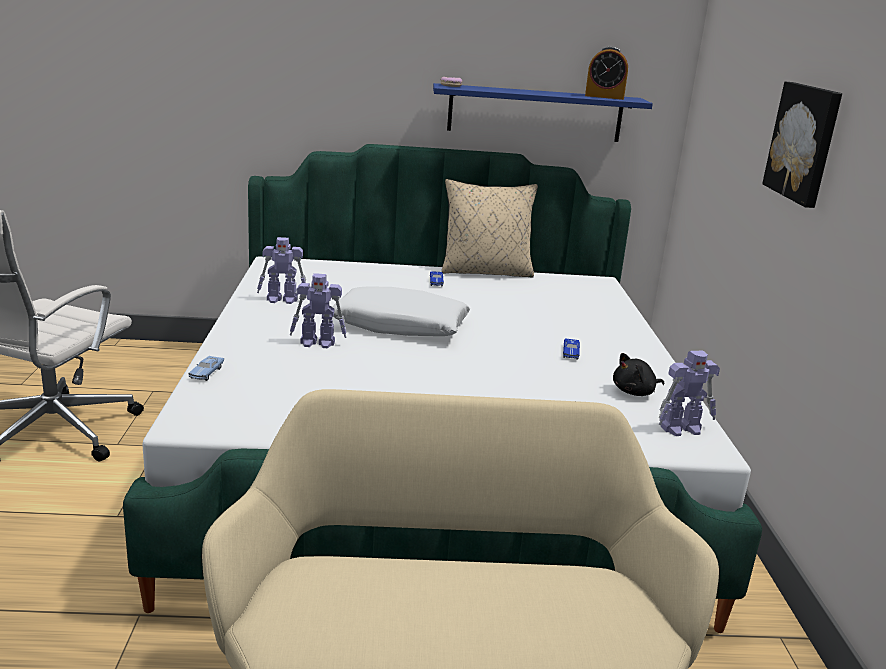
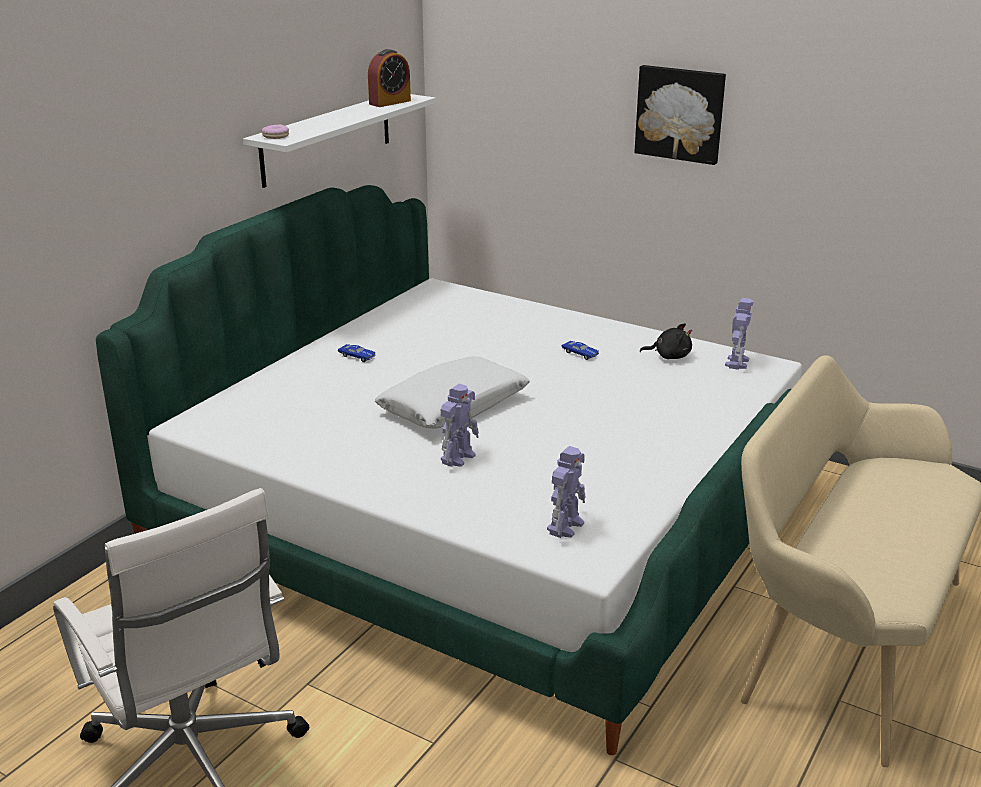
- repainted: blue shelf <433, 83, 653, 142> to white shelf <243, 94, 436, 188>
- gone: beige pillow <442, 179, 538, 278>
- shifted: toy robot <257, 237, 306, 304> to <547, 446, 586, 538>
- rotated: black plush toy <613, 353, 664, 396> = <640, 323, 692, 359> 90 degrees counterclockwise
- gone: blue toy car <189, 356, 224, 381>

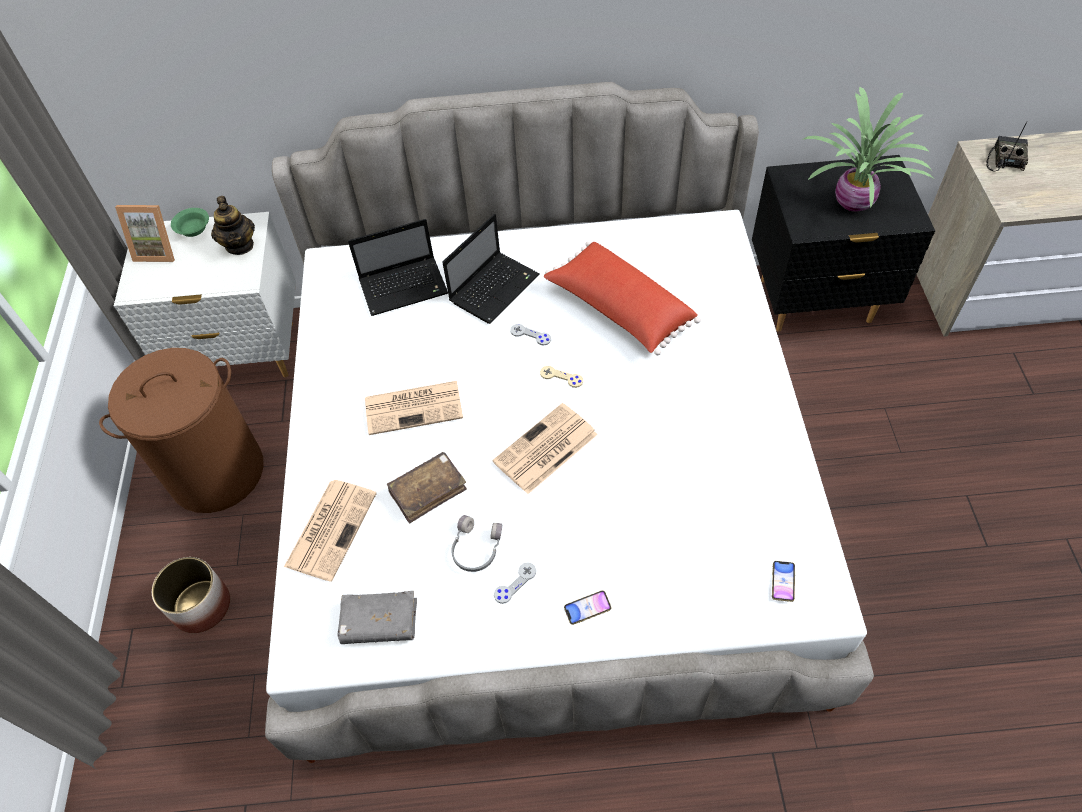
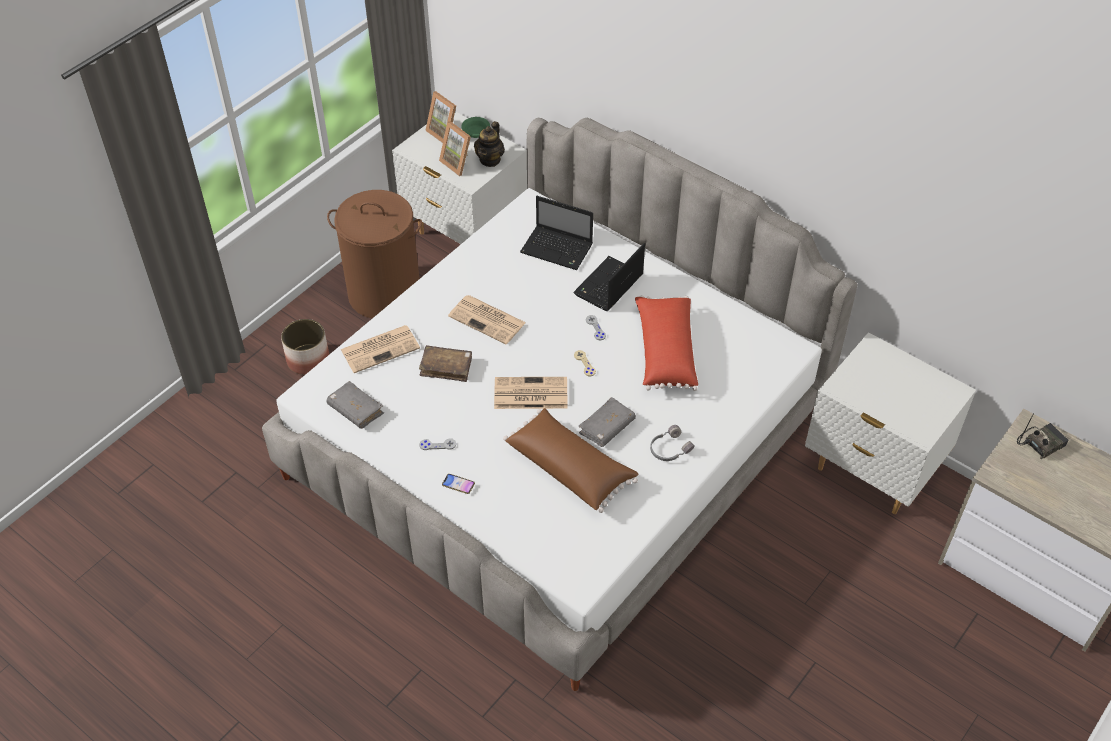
- gone: potted plant <802, 87, 934, 212>
- repainted: black nightstand <752, 155, 935, 332> to white nightstand <805, 332, 976, 514>
- rotated: laptop <442, 214, 540, 324> = <573, 243, 645, 311> 135 degrees clockwise
- shifted: grey headphones <451, 515, 502, 572> to <650, 425, 695, 461>
- gone: phone <772, 561, 795, 602>
- new: picture frame <439, 121, 471, 176>
- new: grey book <578, 397, 636, 447>
- new: brown pillow <503, 408, 638, 513>

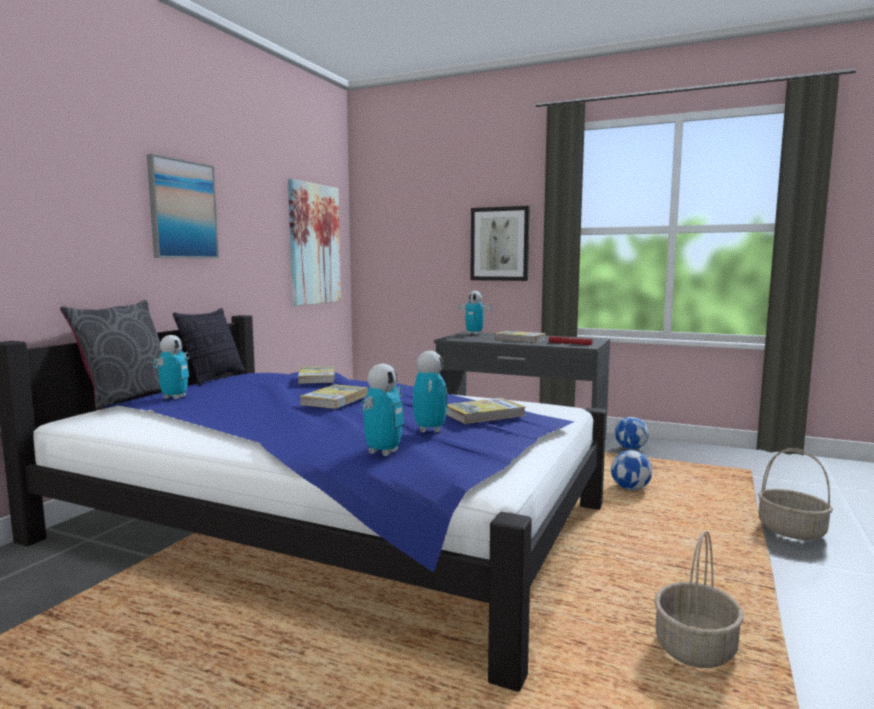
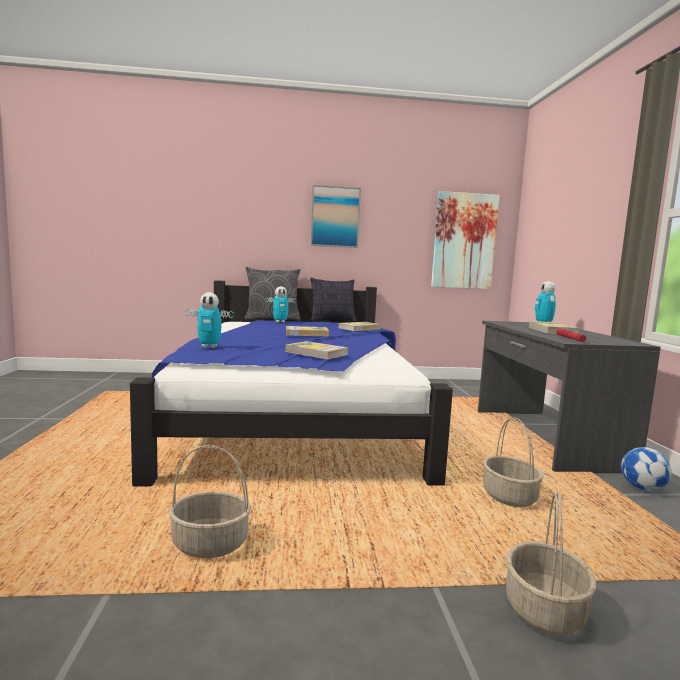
- gone: picture <470, 206, 530, 281>
- gone: toy robot <413, 351, 447, 432>
- swapped: football <611, 450, 652, 490> to basket <483, 417, 544, 507>

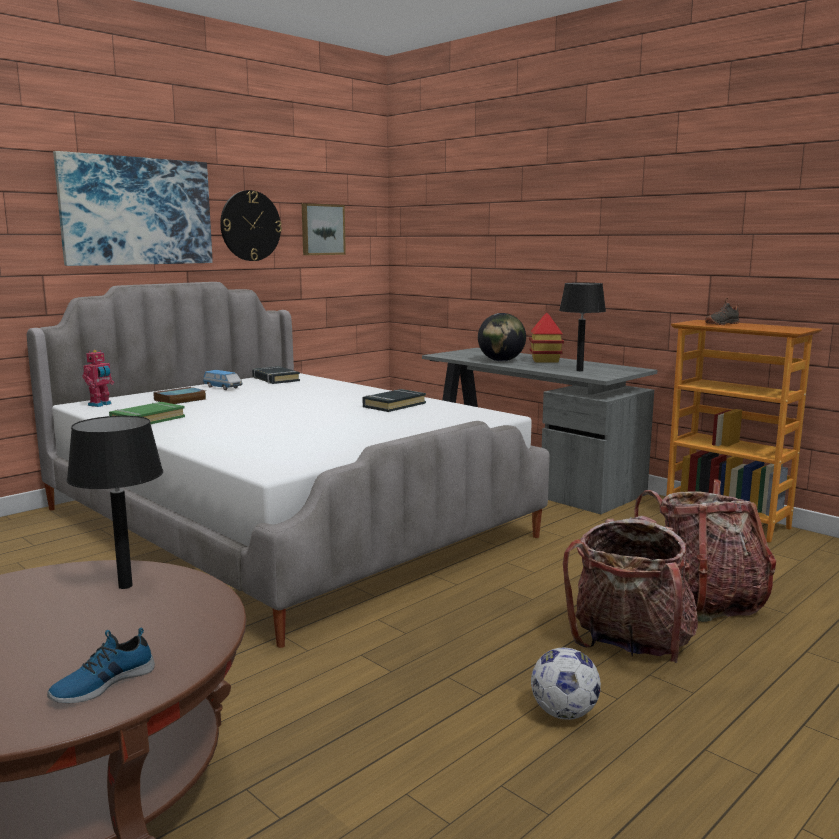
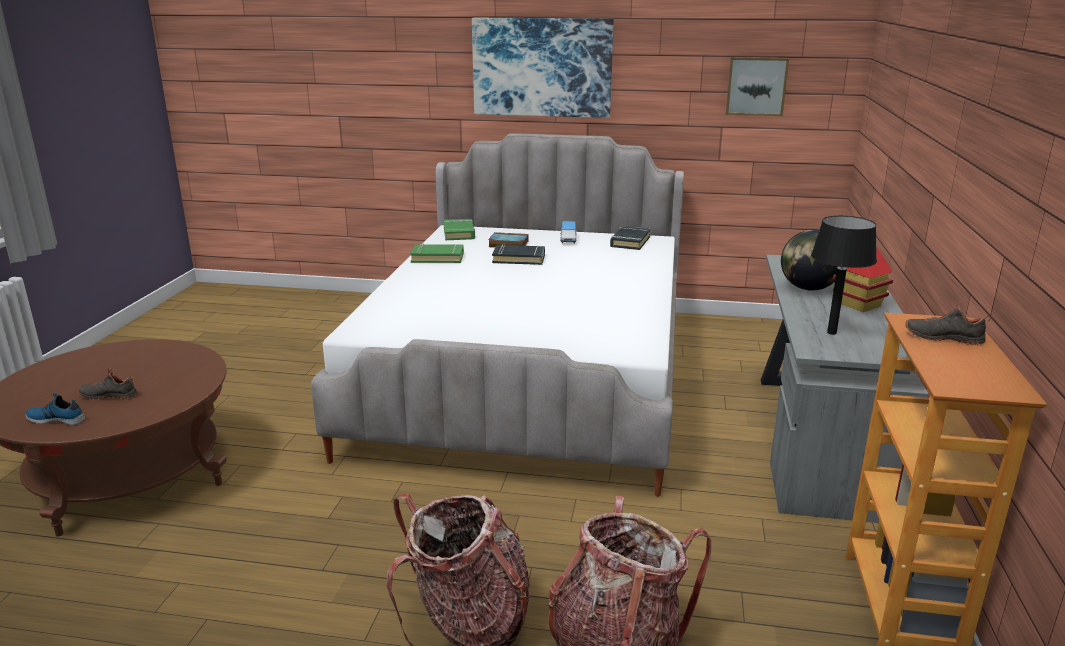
- gone: wall clock <220, 190, 282, 261>
- swapped: toy robot <82, 350, 114, 407> to green book <443, 219, 475, 240>
- shifted: black book <363, 389, 426, 412> to <492, 245, 545, 265>
- gone: black table lamp <67, 416, 163, 589>
- gone: football <531, 647, 601, 720>
- new: black shoe <78, 368, 137, 400>

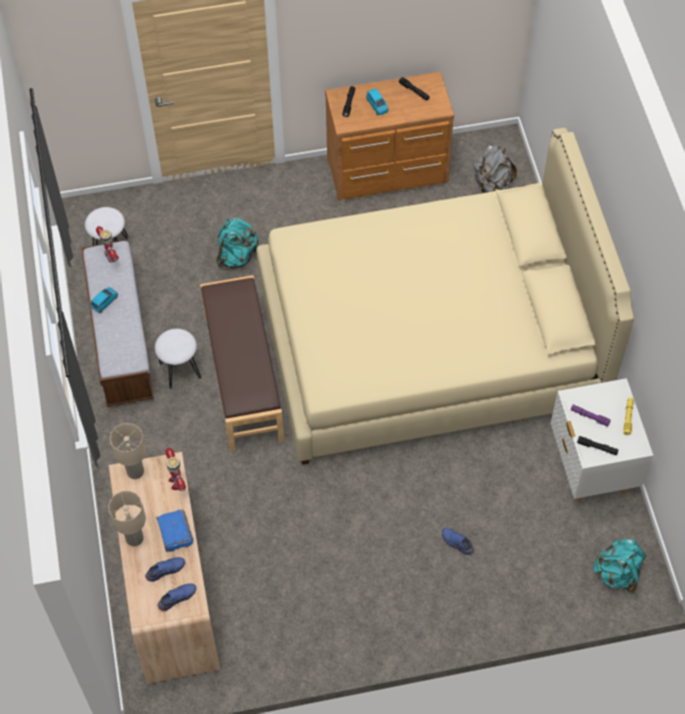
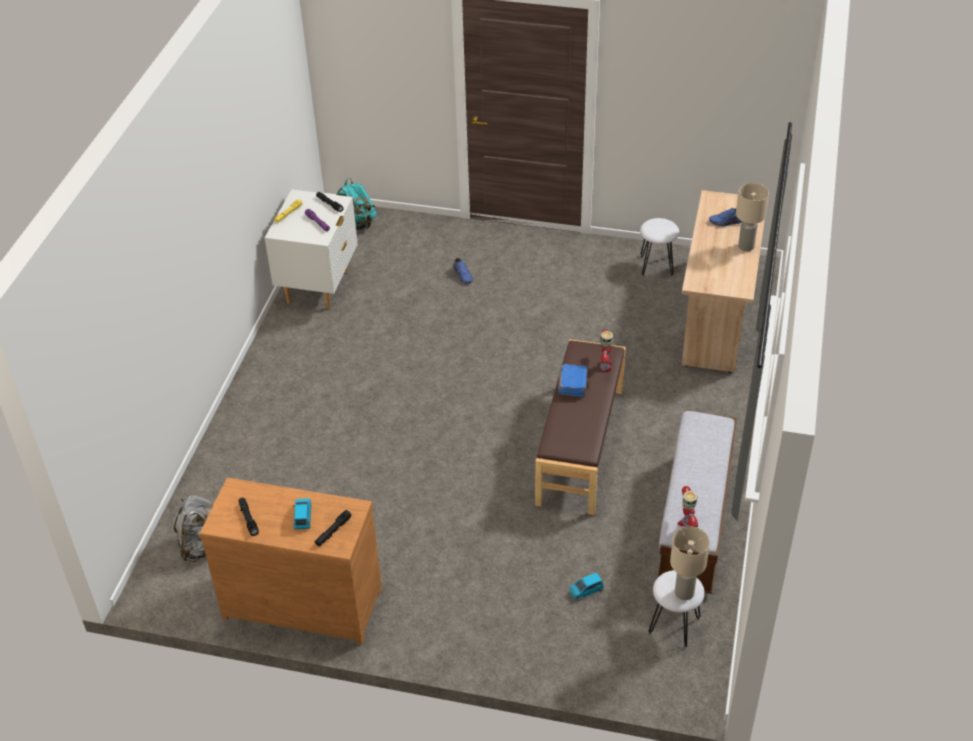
- gone: beige bed <256, 128, 634, 465>
- gone: turquoise backpack <216, 218, 258, 270>
- shifted: blue toy car <91, 287, 118, 313> to <570, 572, 604, 600>
- shifted: white stool <155, 329, 201, 390> to <640, 218, 679, 276>
- shifted: beige table lamp <110, 423, 146, 479> to <670, 526, 710, 600>
- shifted: toy robot <165, 448, 186, 491> to <600, 329, 614, 371>
- shifted: blue book <156, 510, 193, 552> to <558, 364, 588, 397>
- gone: blue shoe <157, 583, 196, 611>

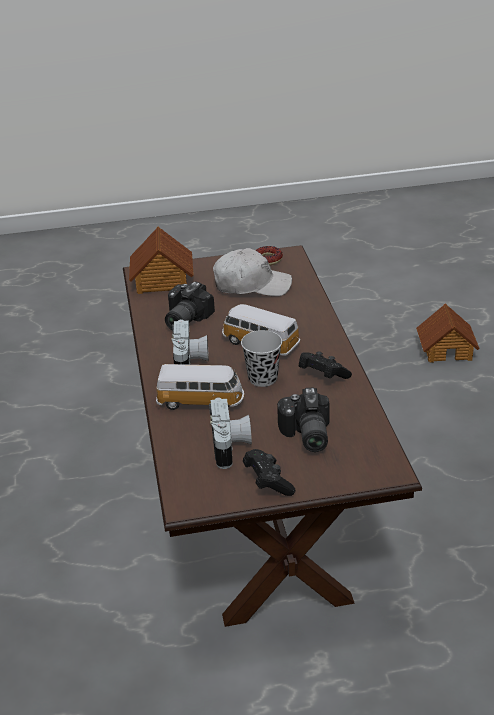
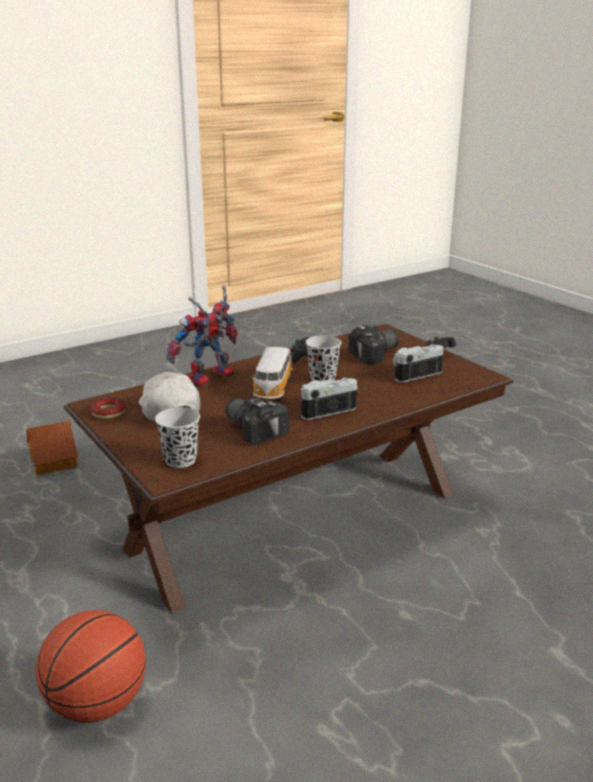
- swapped: toy house <129, 226, 194, 294> to black cup <155, 407, 200, 468>
- rotated: photo camera <165, 281, 215, 330> = <226, 398, 289, 446> 135 degrees counterclockwise
- gone: toy car <156, 364, 244, 410>
- new: toy robot <166, 285, 238, 386>
- new: basketball <36, 610, 146, 723>

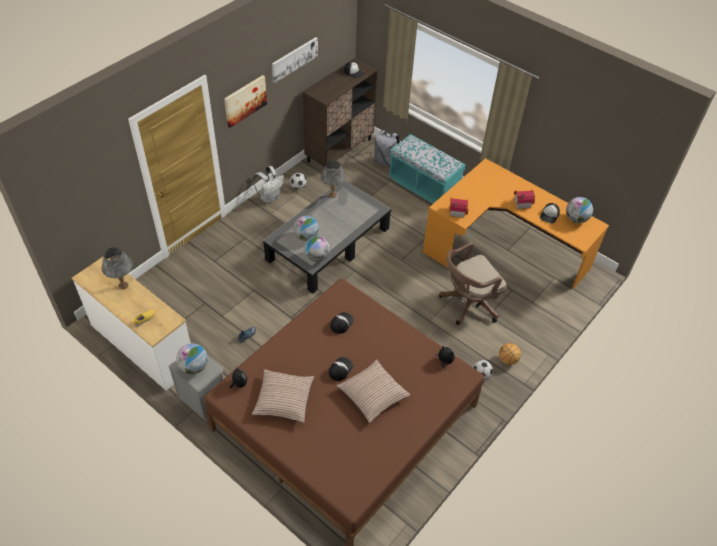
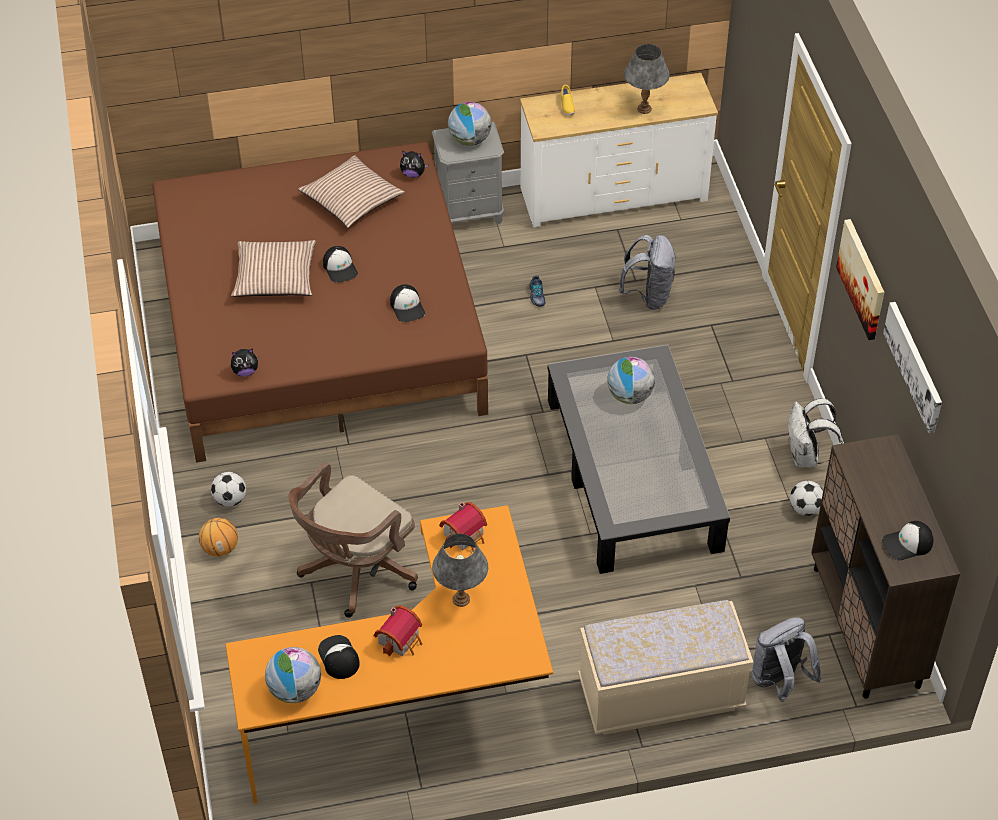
- repainted: turquoise bench <388, 134, 466, 204> to beige bench <578, 600, 754, 735>
- shifted: grey table lamp <320, 160, 346, 198> to <432, 534, 488, 607>
- gone: globe <304, 236, 330, 262>
- rotated: brown office chair <439, 243, 507, 325> = <289, 462, 418, 618> 150 degrees counterclockwise
- new: grey backpack <619, 235, 676, 310>

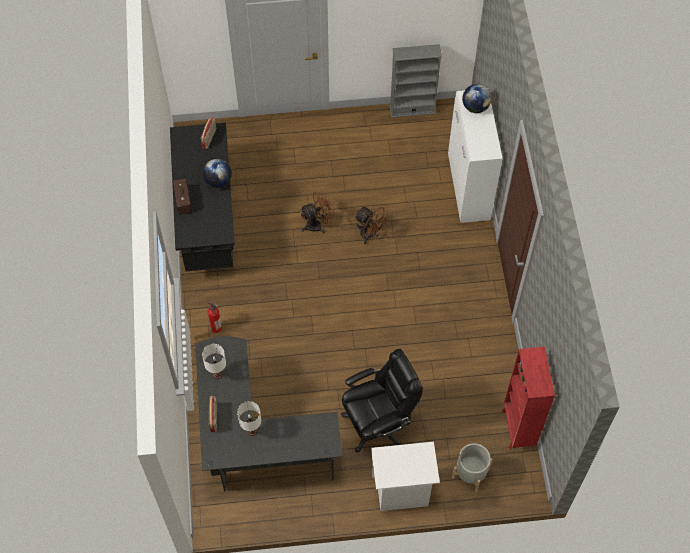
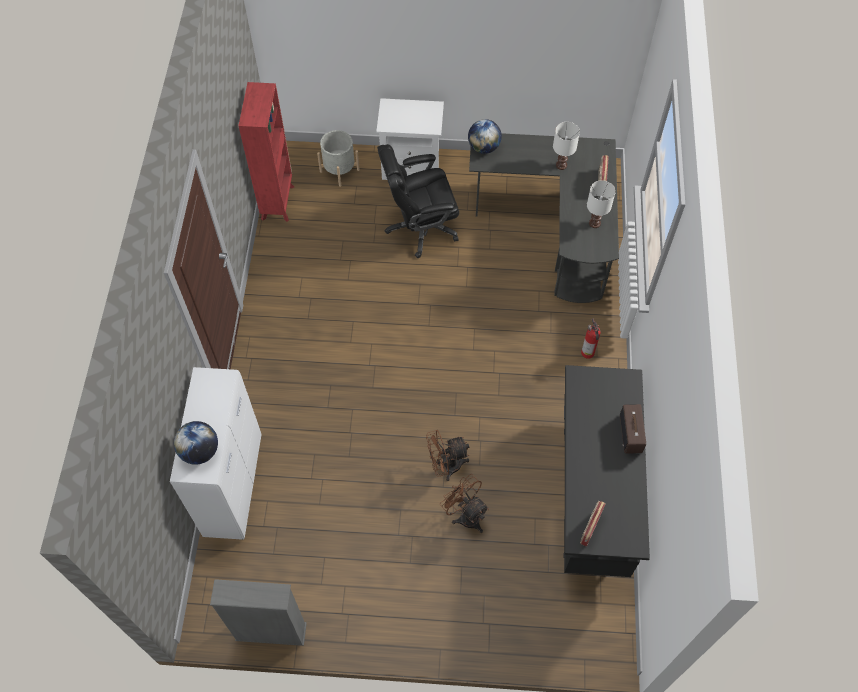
- shifted: globe <203, 159, 232, 188> to <468, 119, 502, 154>
- shifted: brown fan <355, 207, 390, 244> to <440, 474, 489, 533>

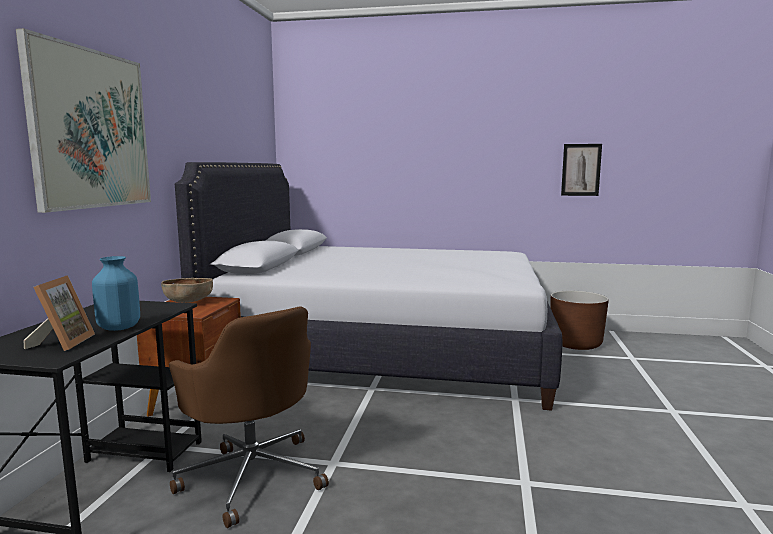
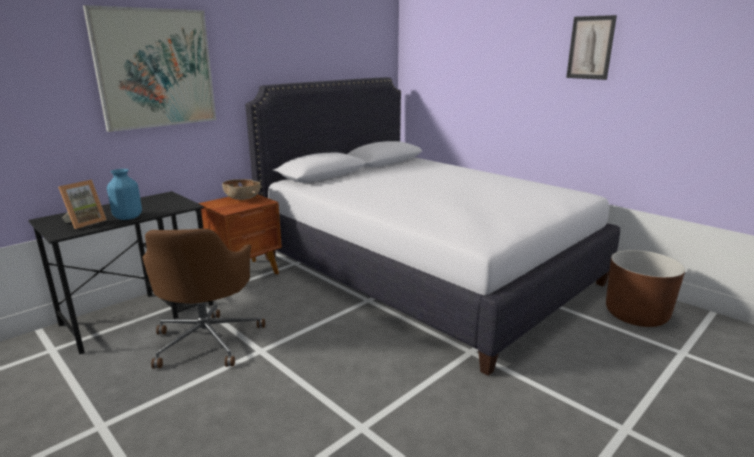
- shifted: picture <561, 144, 602, 196> to <566, 15, 617, 80>

